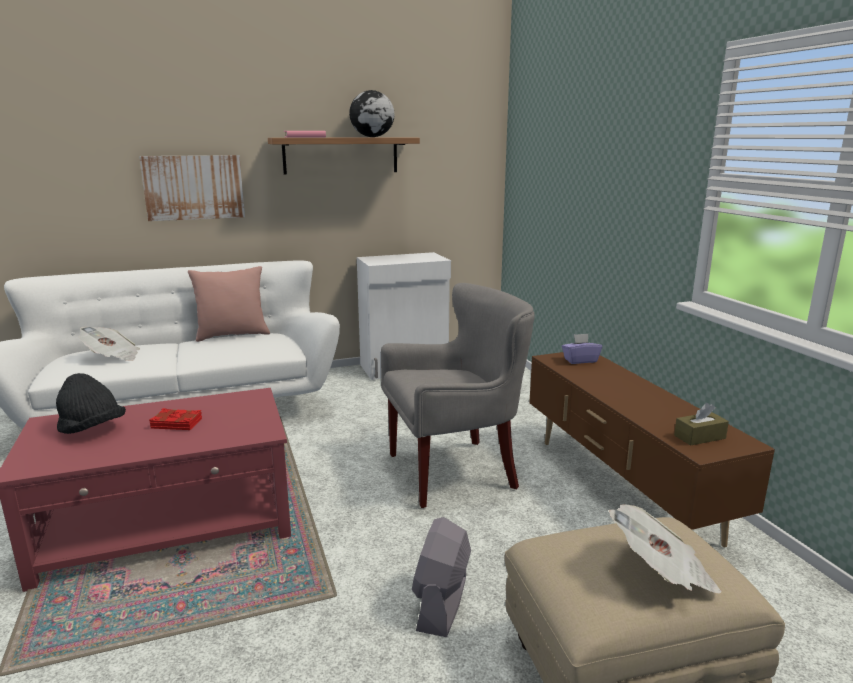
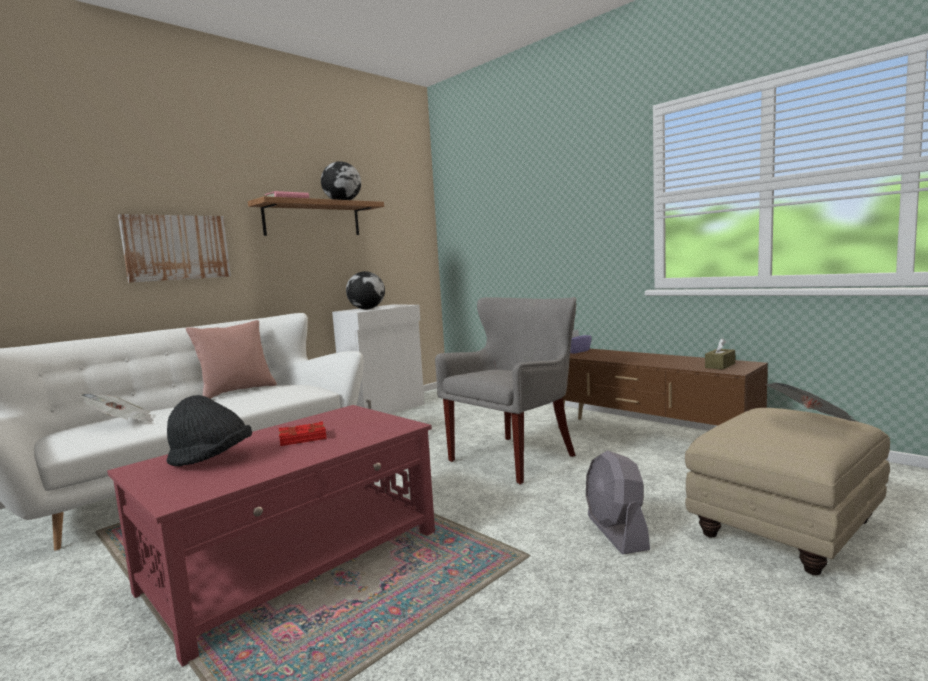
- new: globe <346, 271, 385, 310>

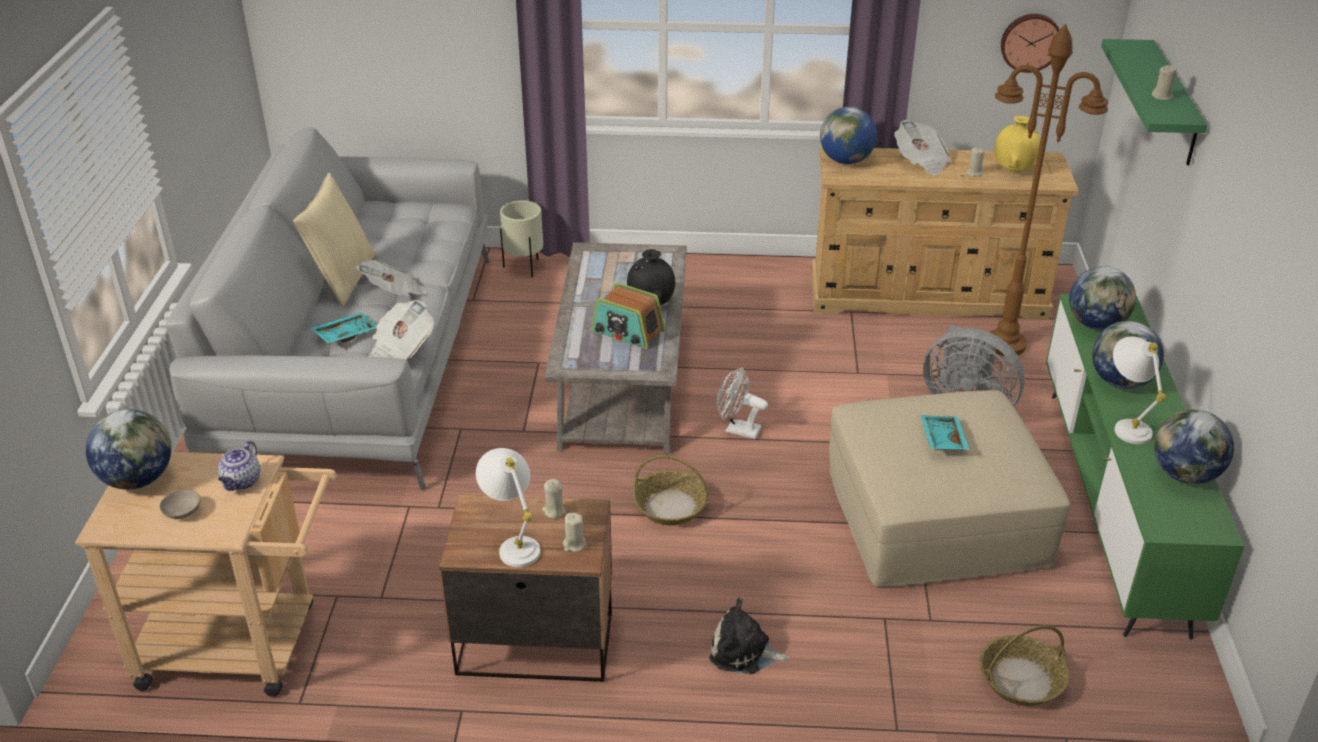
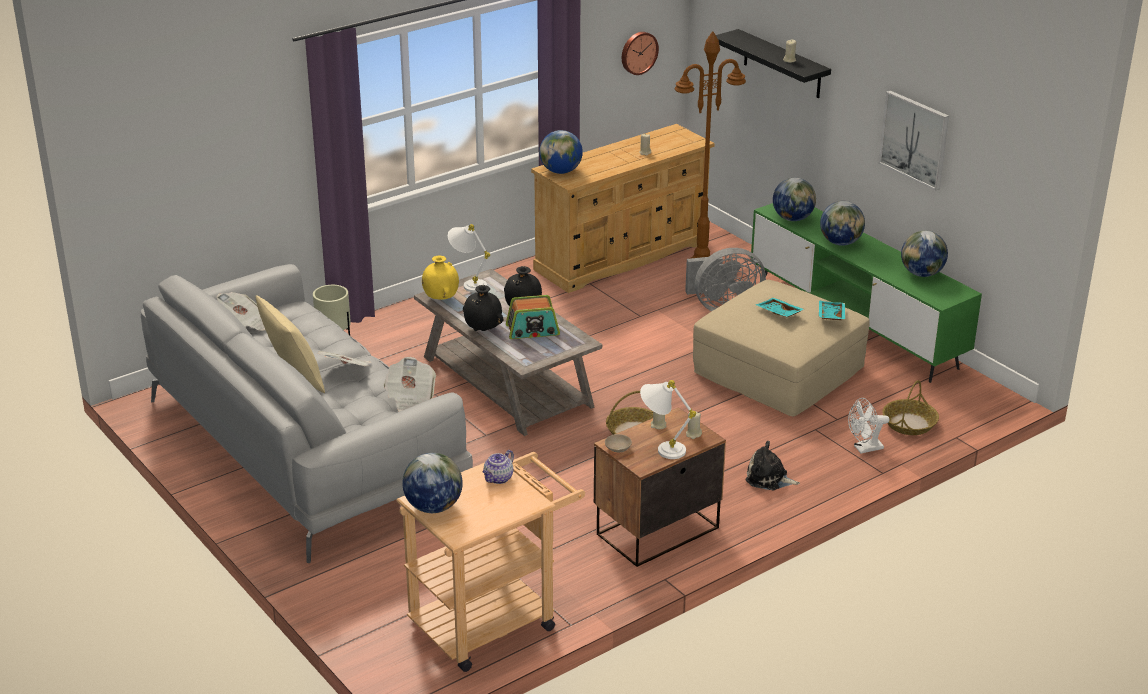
- repainted: green shelf <1101, 39, 1207, 166> to black shelf <716, 29, 831, 98>
- shifted: yellow vase <994, 116, 1041, 171> to <422, 256, 459, 300>
- shifted: newspaper <894, 120, 952, 176> to <217, 292, 265, 331>
- shifted: turquoise tray <310, 312, 377, 343> to <819, 301, 845, 320>
- shifted: white table lamp <1113, 336, 1166, 444> to <448, 224, 490, 292>
- shifted: white fan <717, 367, 768, 439> to <848, 398, 889, 453>
- rotated: teapot <218, 441, 261, 491> = <482, 450, 514, 484> 60 degrees clockwise
- shifted: beige bowl <159, 489, 200, 519> to <605, 434, 632, 452>
- rotated: plush toy <709, 598, 789, 674> = <745, 441, 800, 490> 45 degrees clockwise
- new: picture <879, 91, 949, 190>
- new: black vase <463, 285, 503, 331>

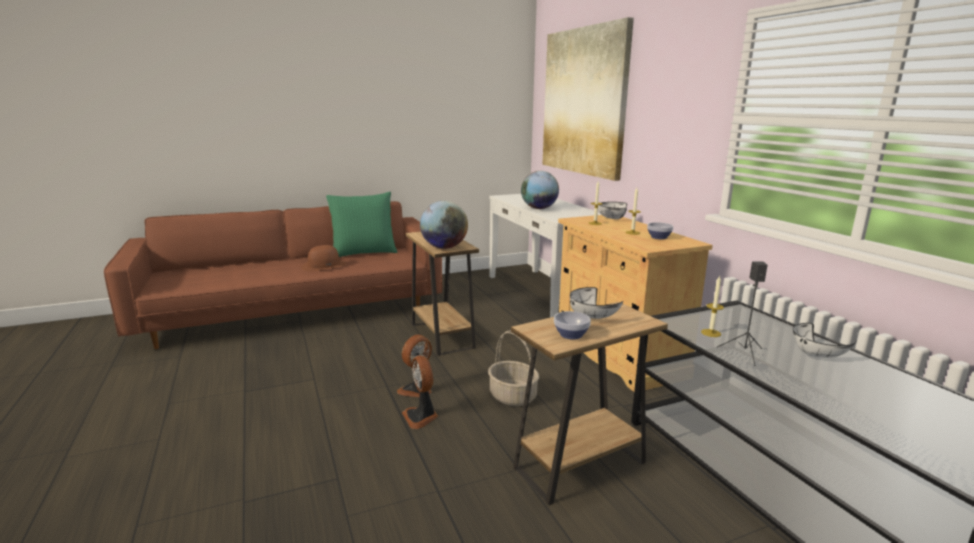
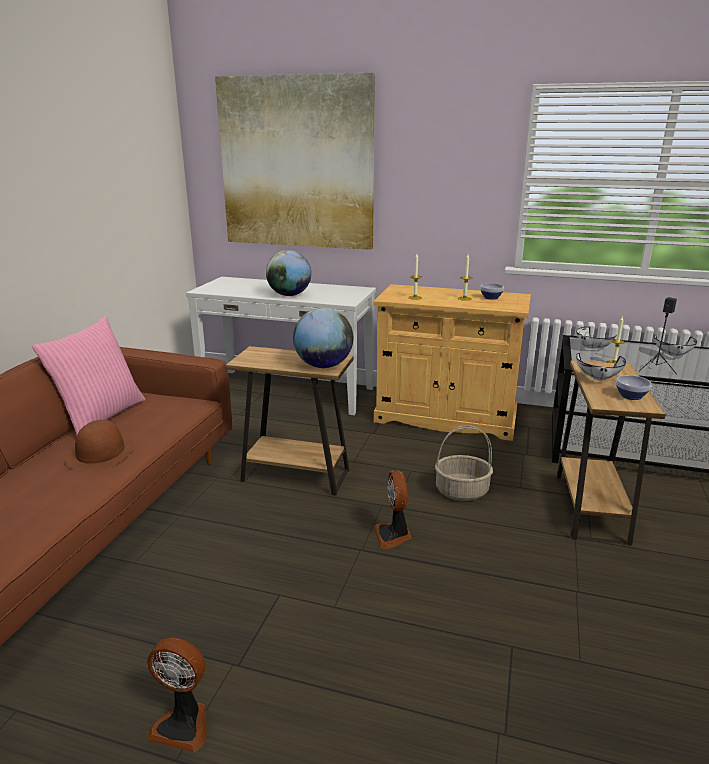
- repainted: green pillow <326, 192, 398, 257> to pink pillow <32, 316, 146, 436>
- shifted: white bowl <598, 202, 627, 219> to <576, 327, 617, 349>
- shifted: fan <402, 355, 438, 429> to <147, 637, 207, 752>

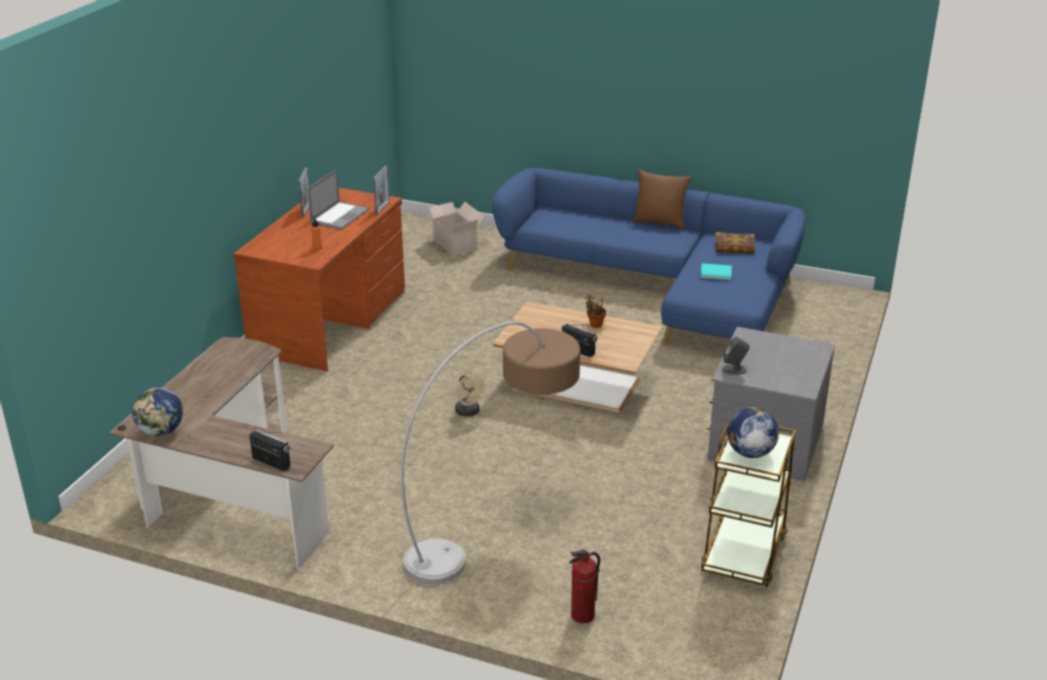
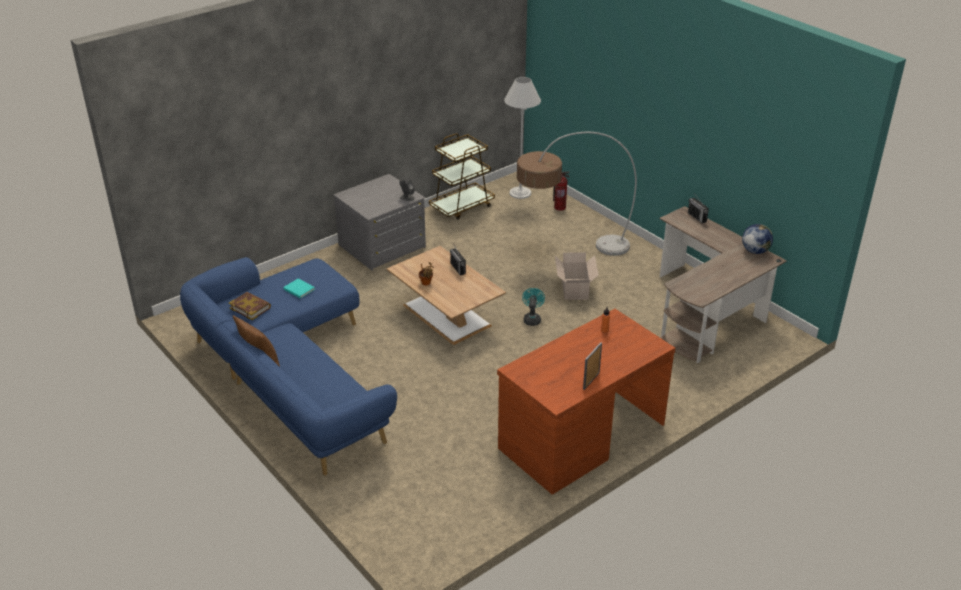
- gone: picture frame <373, 166, 389, 215>
- gone: laptop <307, 169, 370, 229>
- shifted: cardboard box <425, 202, 485, 256> to <555, 252, 599, 300>
- repainted: beige fan <455, 375, 486, 417> to turquoise fan <522, 288, 545, 326>
- gone: globe <727, 407, 779, 458>
- new: white floor lamp <504, 77, 541, 199>

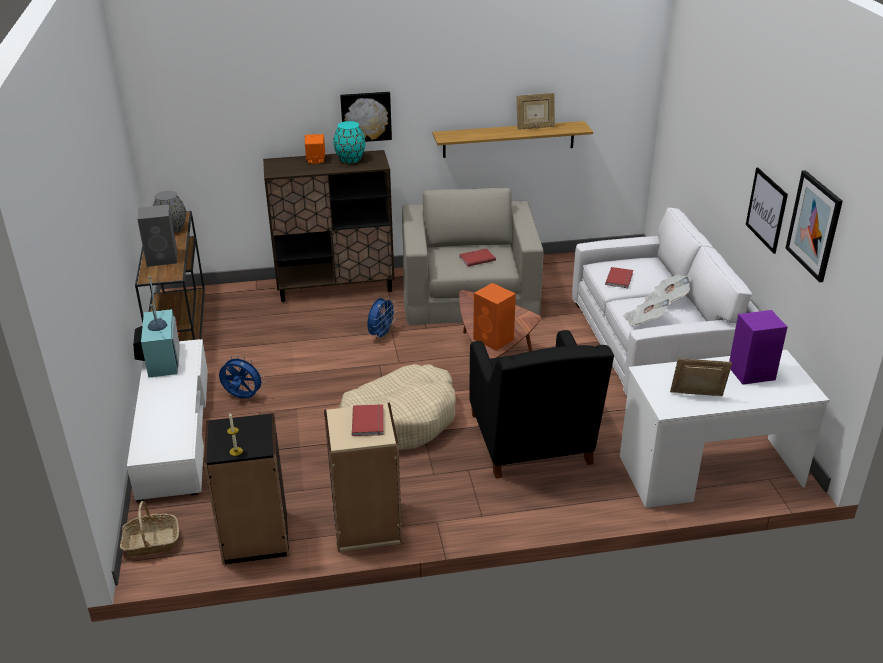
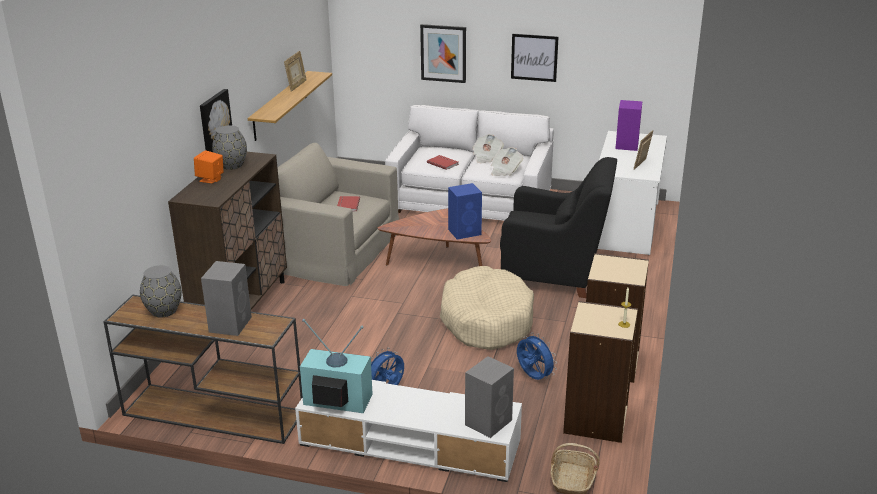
- repainted: turquoise vase <333, 121, 366, 163> to grey vase <212, 125, 247, 170>
- shifted: picture <785, 170, 843, 282> to <420, 24, 466, 83>
- repainted: orange speaker <473, 283, 516, 351> to blue speaker <448, 183, 482, 239>
- shifted: blue fan <367, 297, 397, 340> to <517, 332, 557, 380>
- gone: red book <352, 404, 383, 436>
- repainted: black bookcase <204, 413, 289, 565> to beige bookcase <563, 301, 638, 443>
- new: grey speaker <465, 356, 514, 438>

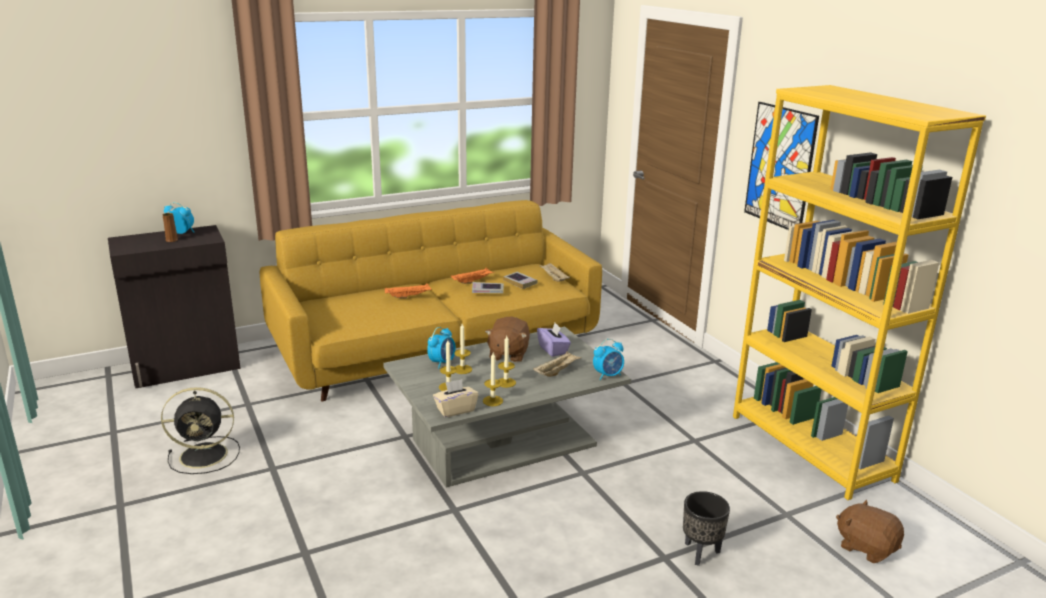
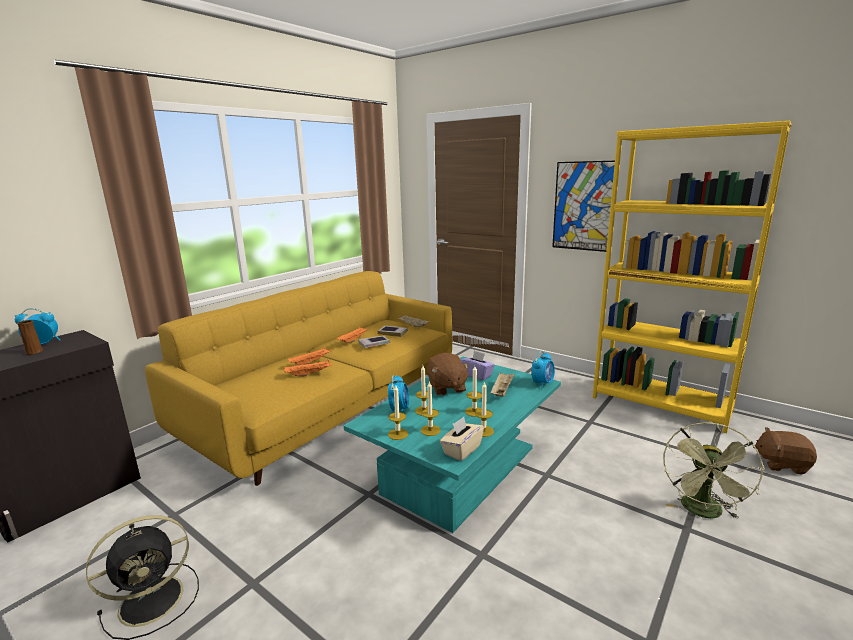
- repainted: grey coffee table <383, 327, 631, 488> to turquoise coffee table <344, 356, 561, 533>
- swapped: black planter <683, 491, 730, 566> to green fan <663, 422, 765, 519>
- new: orange tray <284, 360, 332, 376>
- new: candle <388, 385, 408, 440>

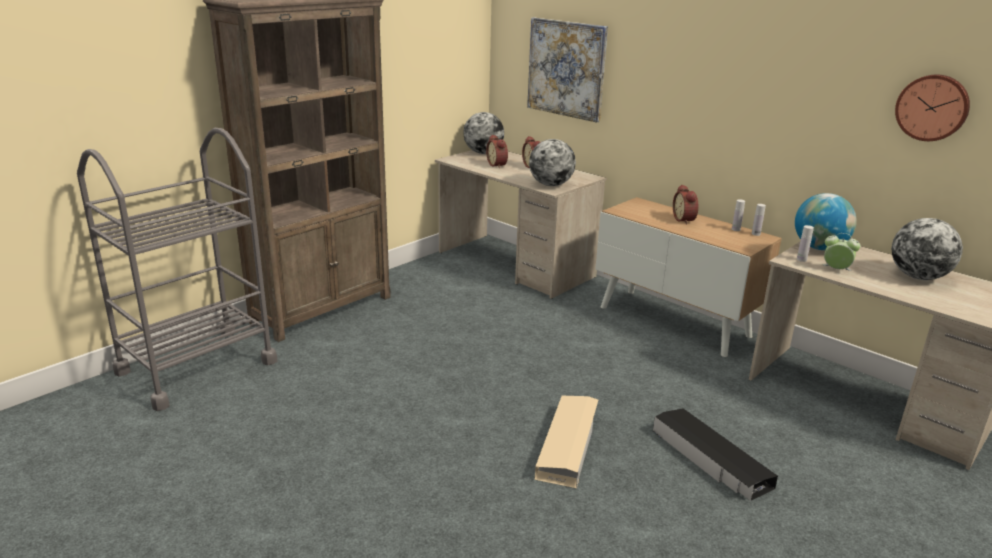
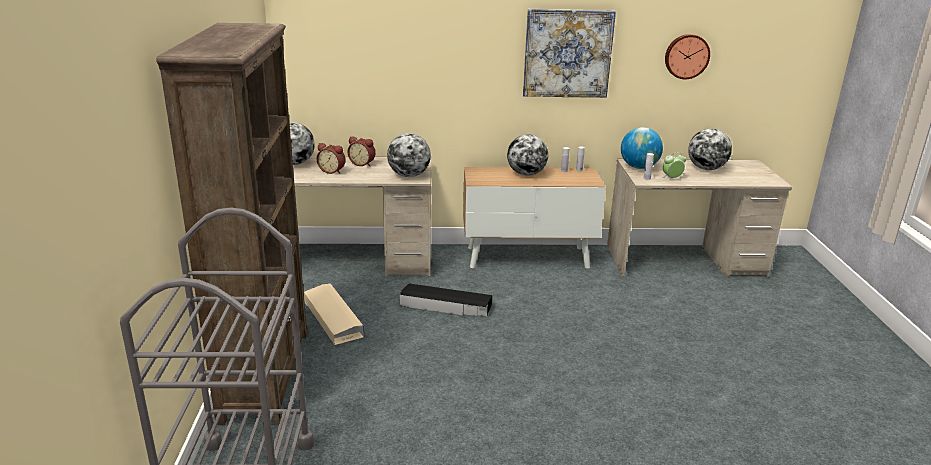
- shifted: picture <527, 17, 608, 123> to <523, 9, 616, 98>
- swapped: alarm clock <673, 185, 699, 225> to globe <507, 134, 548, 176>
- shifted: beige storage box <535, 396, 598, 488> to <304, 284, 364, 345>
- shifted: black storage box <653, 408, 778, 501> to <399, 283, 492, 316>

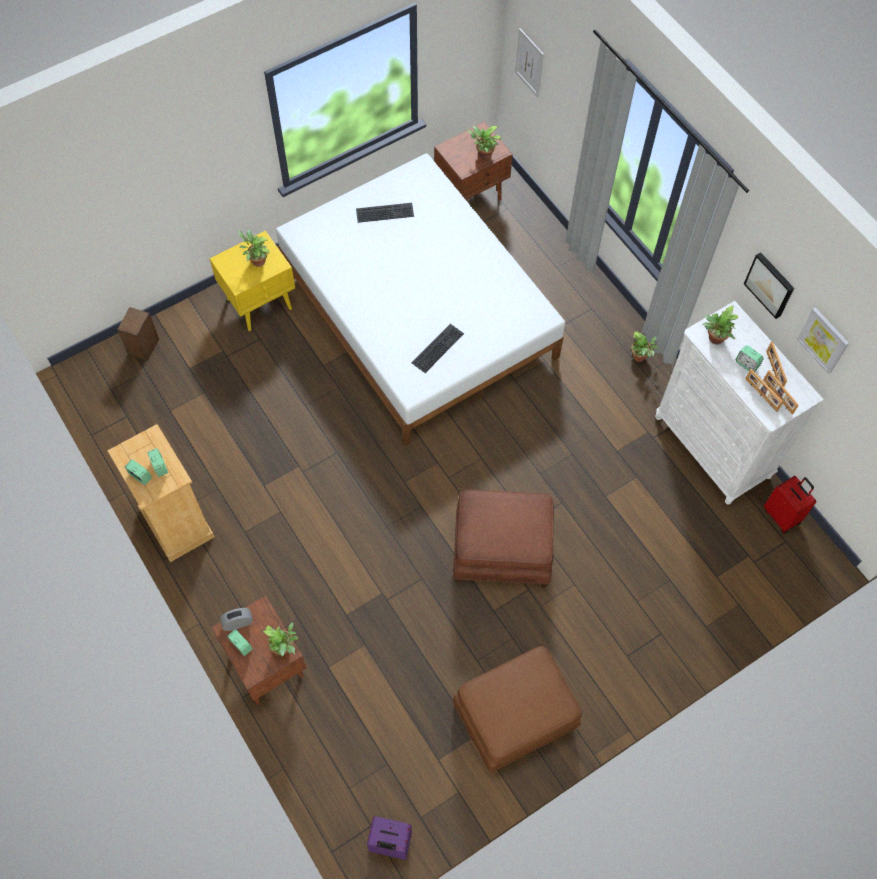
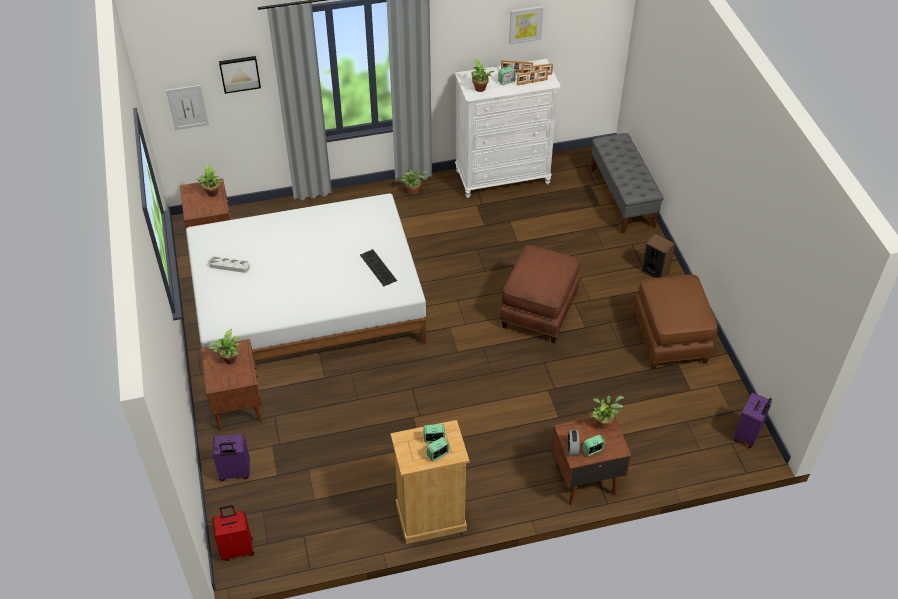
- swapped: keyboard <356, 203, 414, 223> to grey tray <209, 257, 250, 273>
- repainted: yellow nightstand <209, 231, 295, 331> to brown nightstand <201, 339, 262, 431>
- shifted: picture <744, 252, 794, 319> to <219, 56, 261, 94>
- shifted: speaker <117, 307, 159, 361> to <641, 233, 675, 278>
- shifted: red suitcase <764, 476, 816, 534> to <212, 505, 254, 561>
- new: grey bench <590, 133, 664, 234>
- new: purple suitcase <213, 434, 250, 482>

